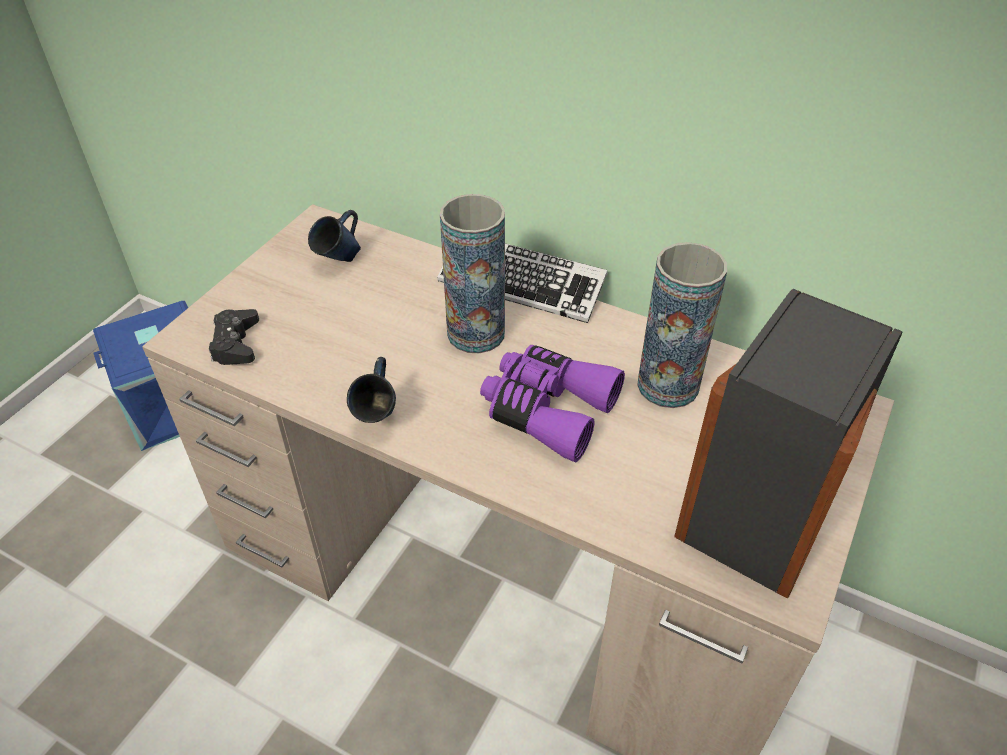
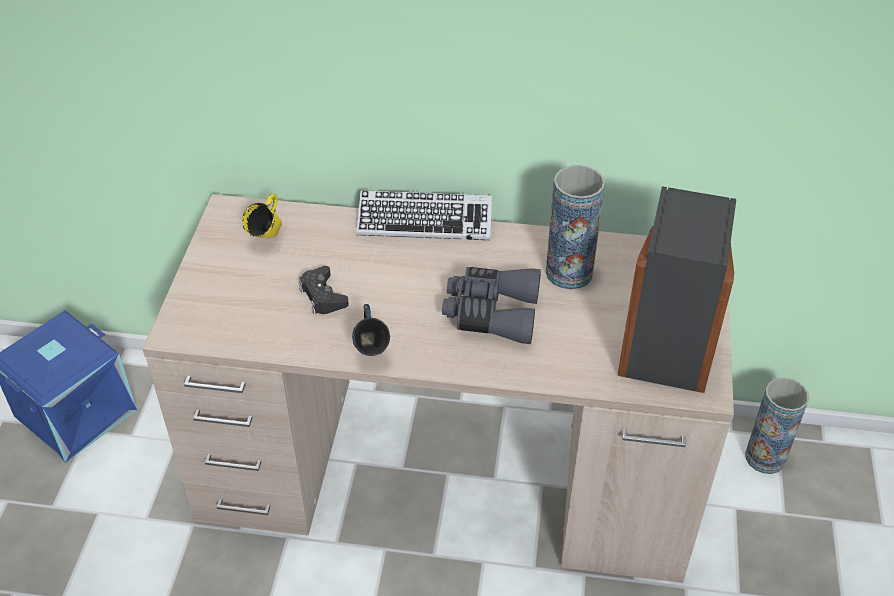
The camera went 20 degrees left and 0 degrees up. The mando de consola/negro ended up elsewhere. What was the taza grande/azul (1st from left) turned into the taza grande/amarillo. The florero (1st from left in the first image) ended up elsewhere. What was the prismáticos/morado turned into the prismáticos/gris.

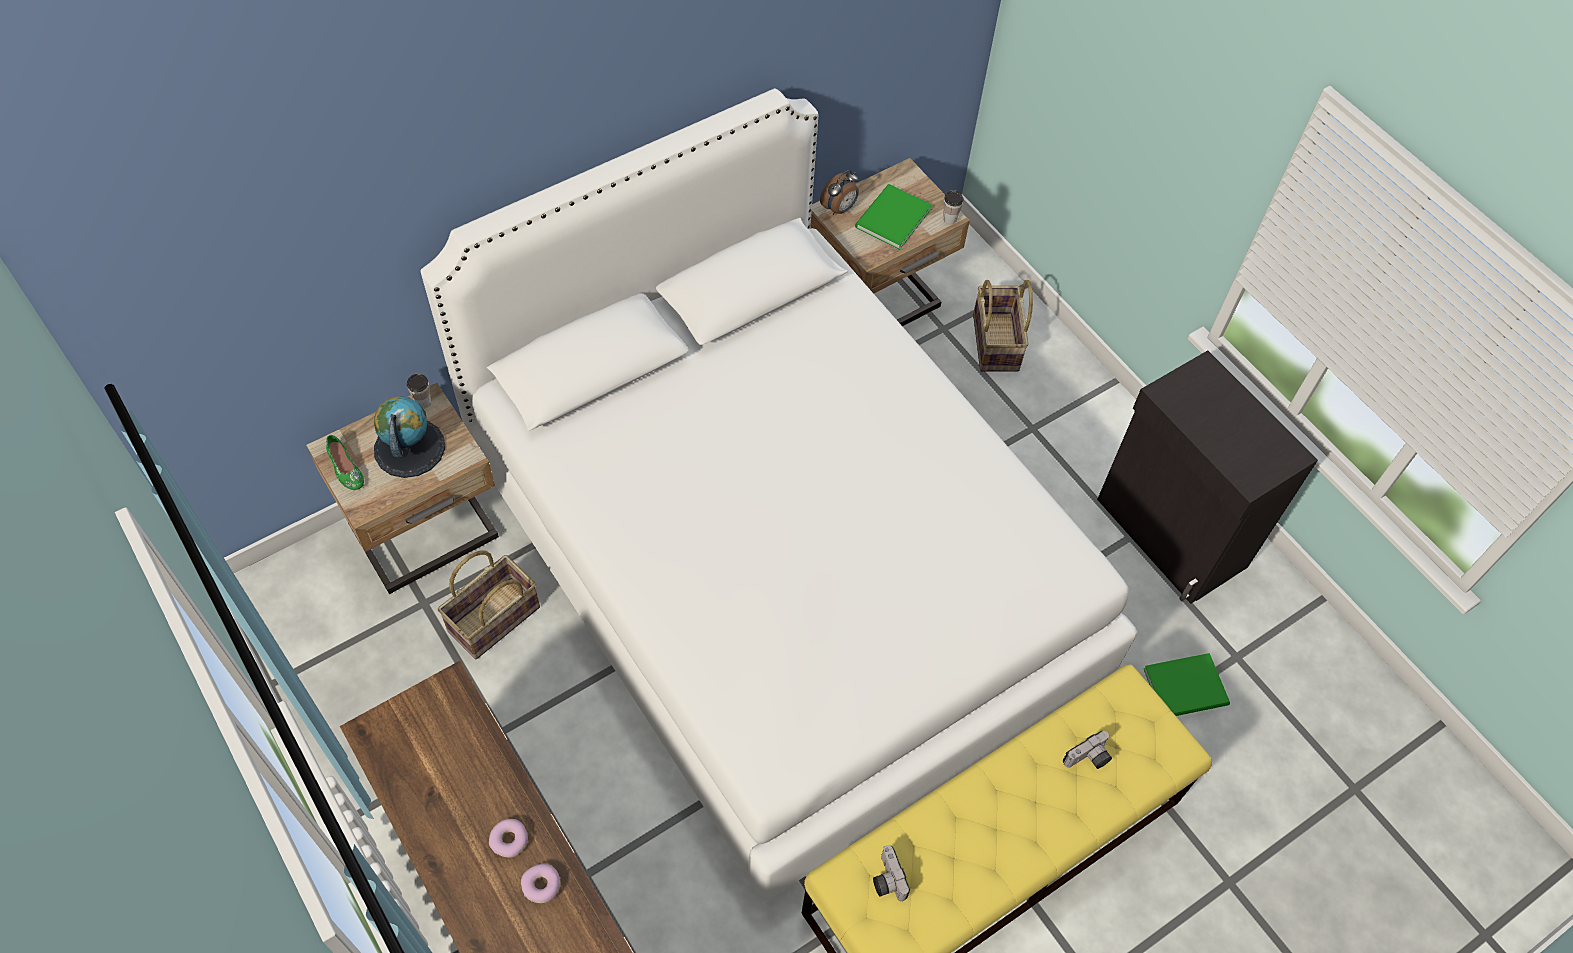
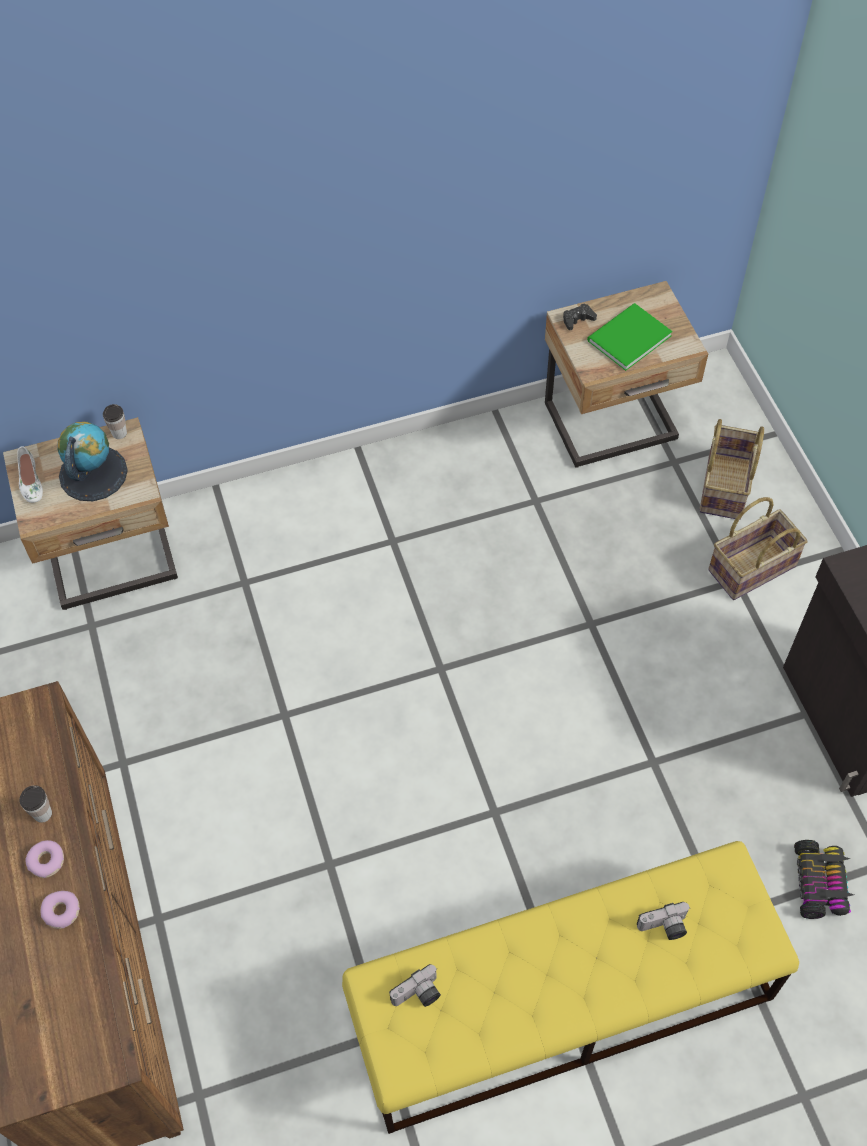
The camera went 20 degrees right and 0 degrees up. What was the zapato/verde turned into the zapato/blanco. The second view lost the cama/blanco. The cesta (1st from left in the first image) ended up elsewhere. Where the despertador stood, the mando de consola/negro came to stand. The cámara (1st from left) ended up facing another way, 120 degrees counterclockwise from before. The taza (2nd from left in the first image) ended up elsewhere. Where the libro/verde (2nd from left) stood, the coche de juguete came to stand.

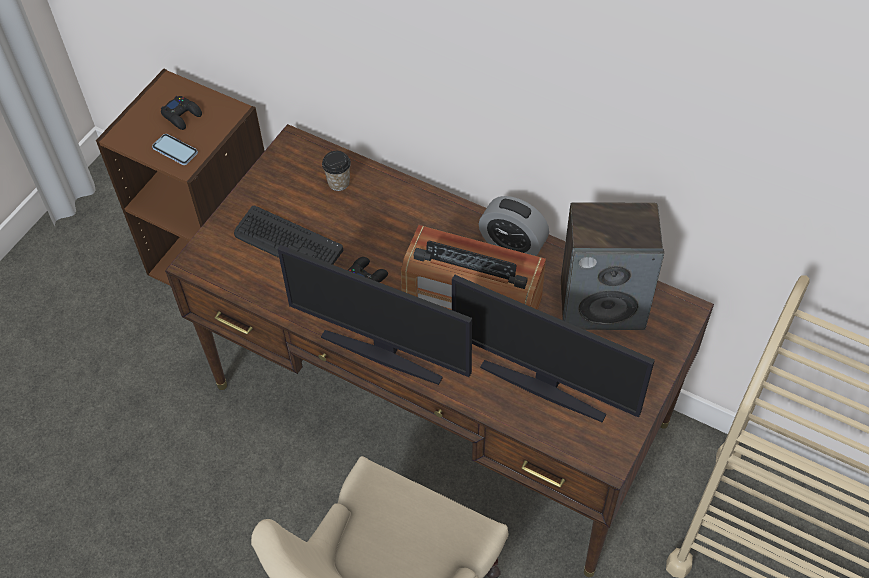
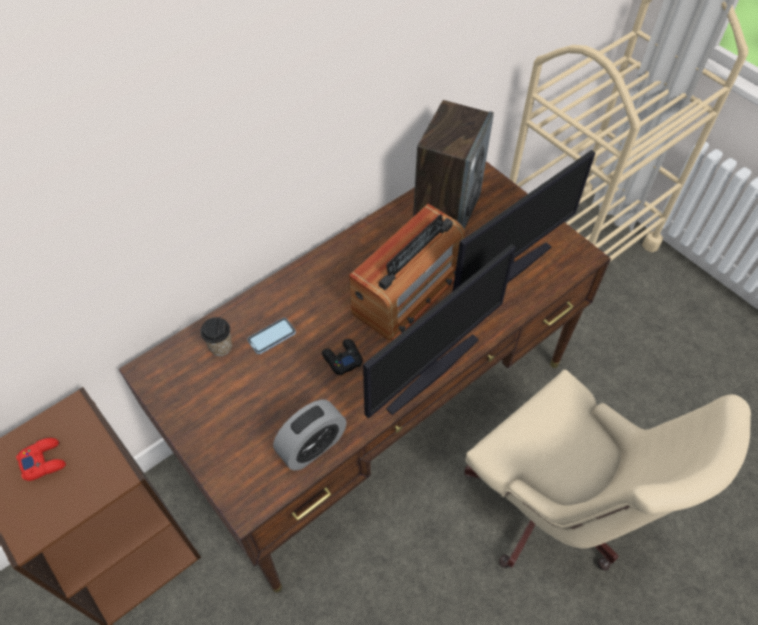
The camera went 70 degrees left and 0 degrees up. The móvil ended up elsewhere. What was the mando de consola/negro (1st from left) turned into the mando de consola/rojo. The second view lost the teclado. The despertador ended up elsewhere.

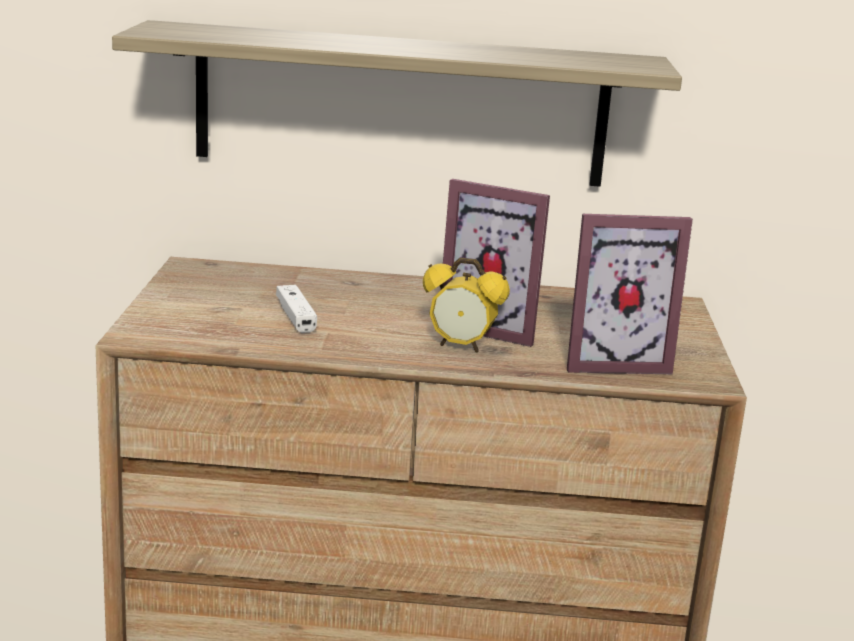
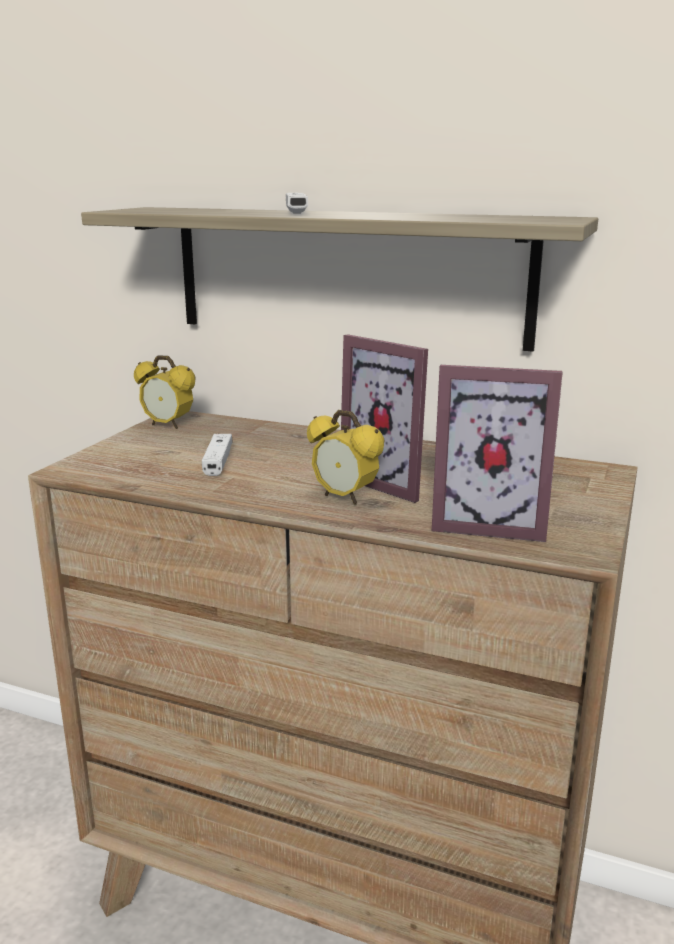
The camera went 20 degrees right and 0 degrees up. The second view gained the despertador (1st from left). The second view gained the mando de consola/blanco (2nd from left).

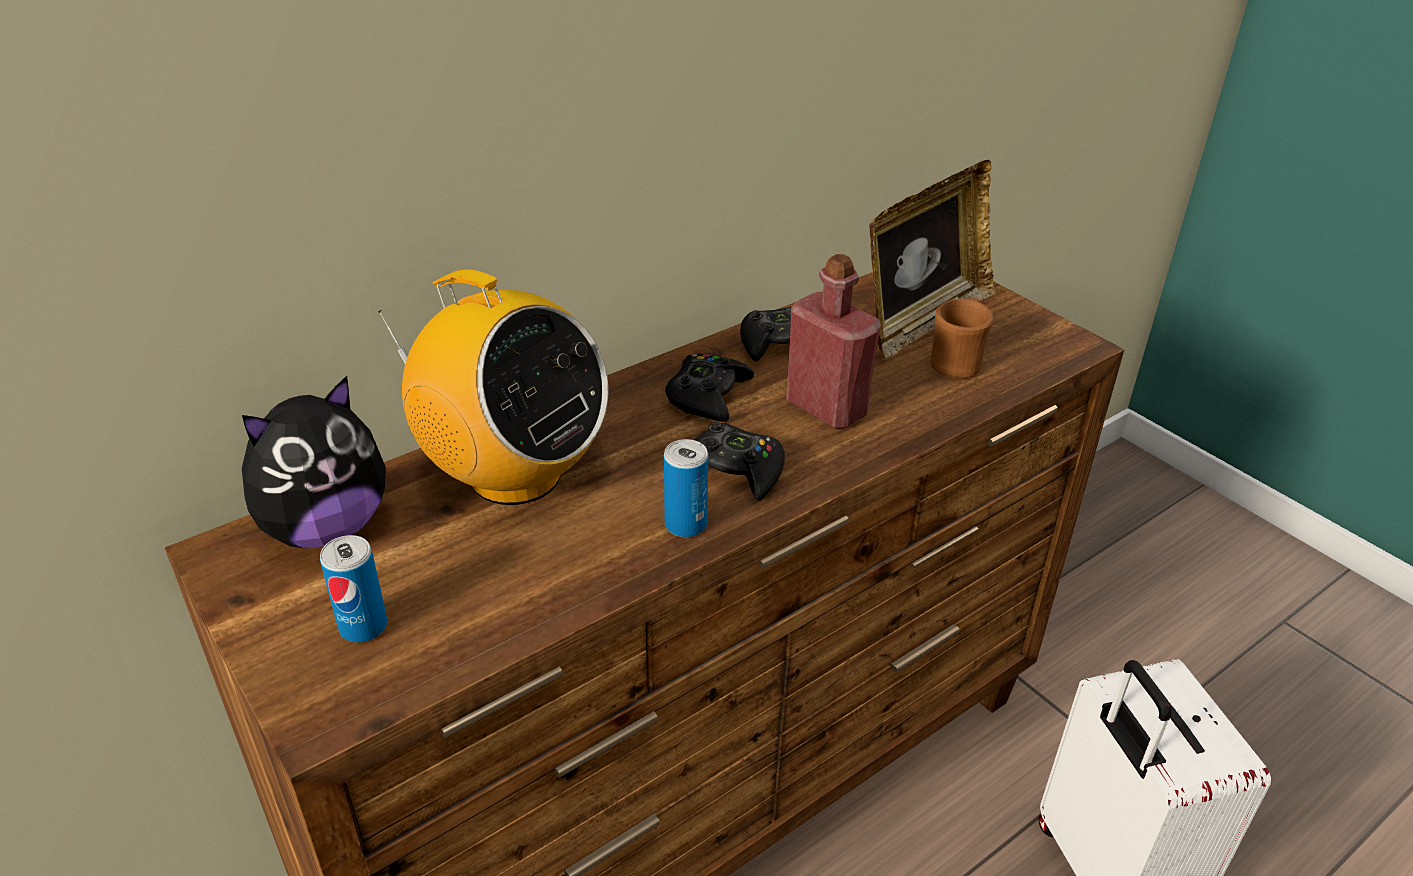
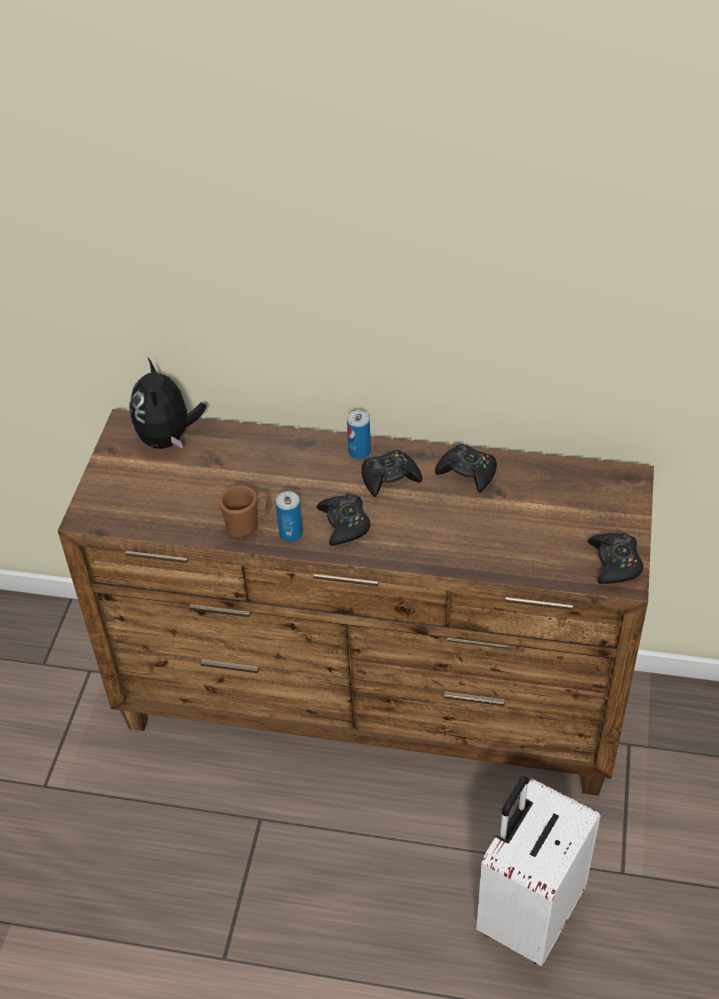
The camera went 50 degrees right and 10 degrees up. The peluche ended up facing another way, 75 degrees clockwise from before. The lata (1st from left in the first image) ended up elsewhere. The second view lost the radio. The second view lost the botella/rojo. The second view lost the portarretratos. The taza grande/marrón ended up elsewhere. The second view gained the mando de consola/negro (4th from left).

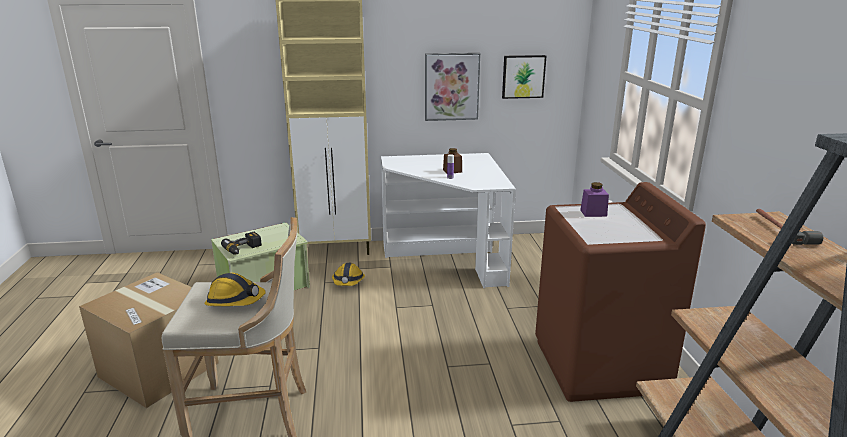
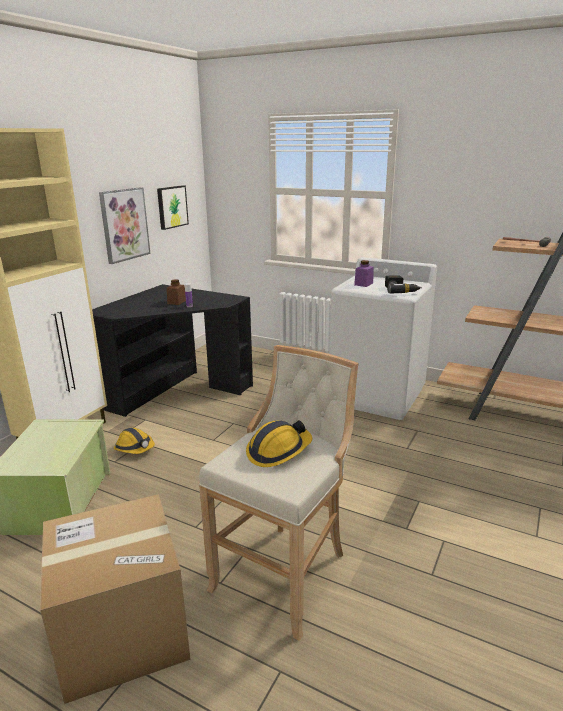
The camera went 55 degrees left and 0 degrees up. The taladro ended up elsewhere. What was the escritorio/blanco turned into the escritorio/negro. What was the lavadora/marrón turned into the lavadora/blanco.

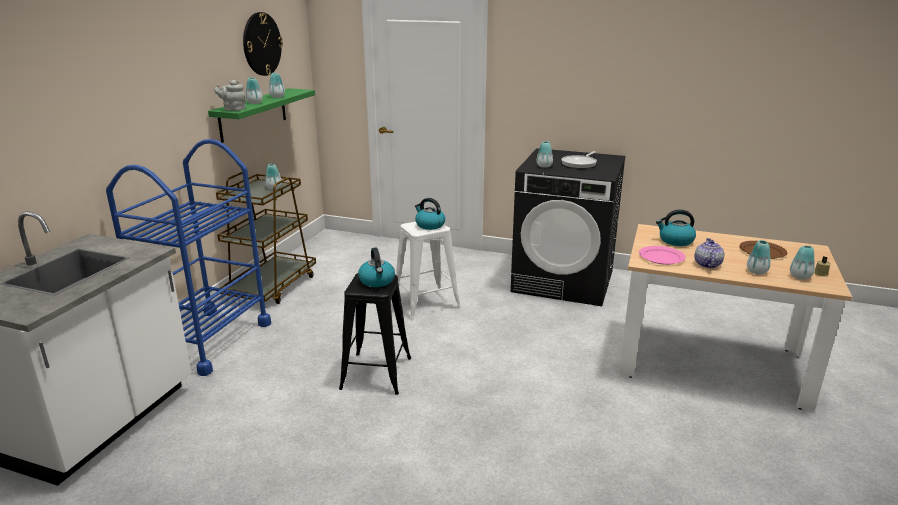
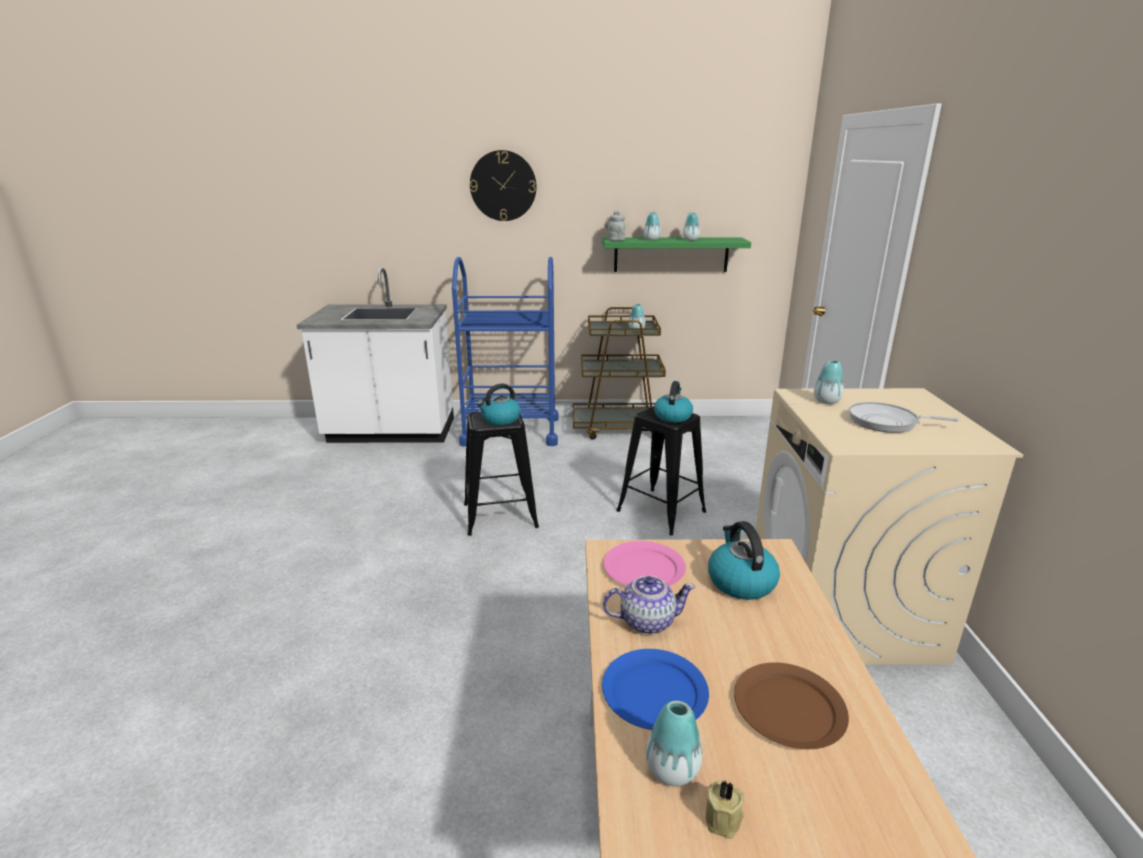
The camera went 70 degrees right and 0 degrees up. The reloj de pared ended up elsewhere. What was the taburete/blanco turned into the taburete/negro (2nd from left). What was the lavadora/negro turned into the lavadora/beis. Where the florero (5th from left) stood, the plato/azul came to stand.

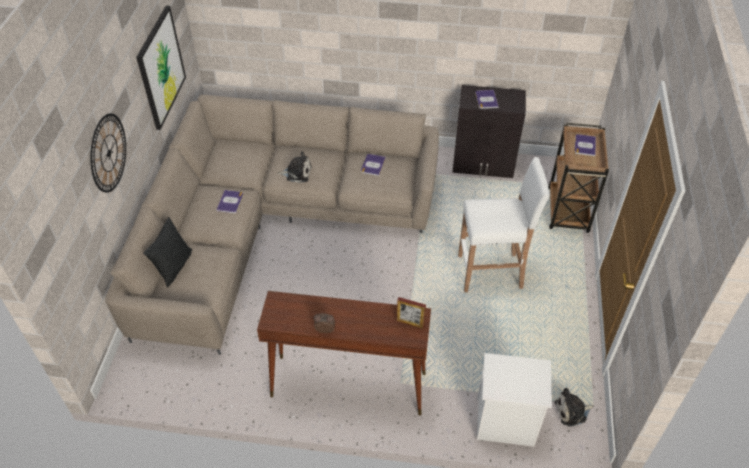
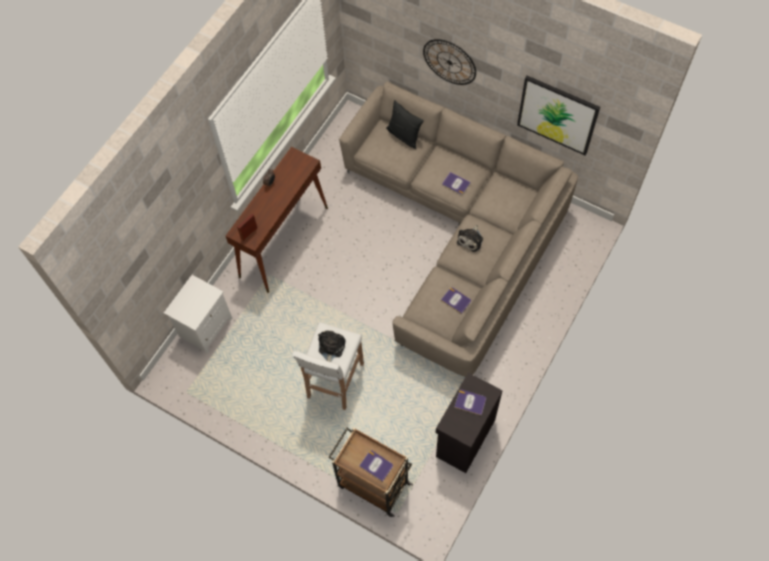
The camera went 115 degrees right and 15 degrees up. The peluche (2nd from left in the first image) ended up elsewhere.

